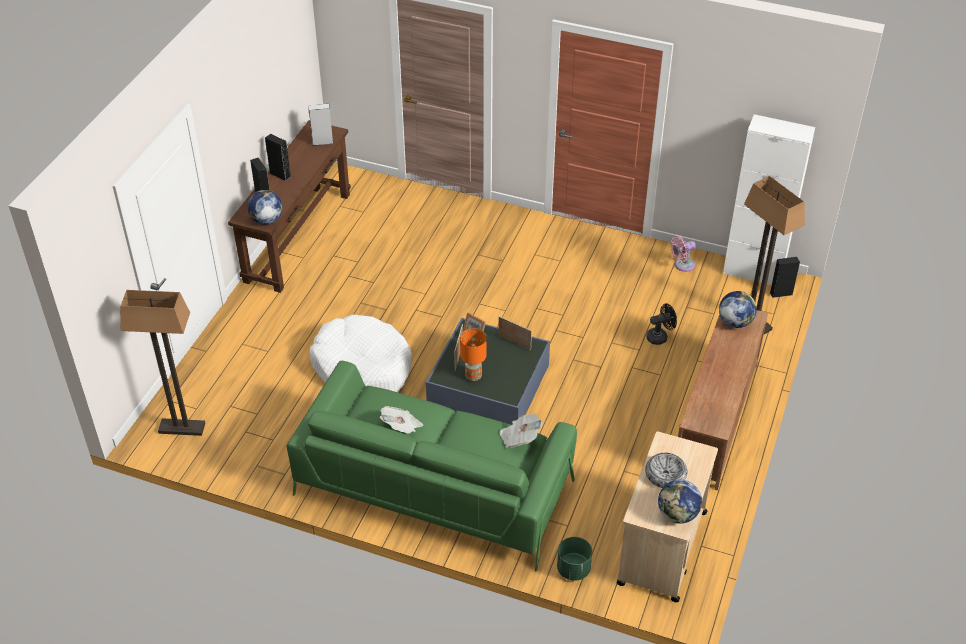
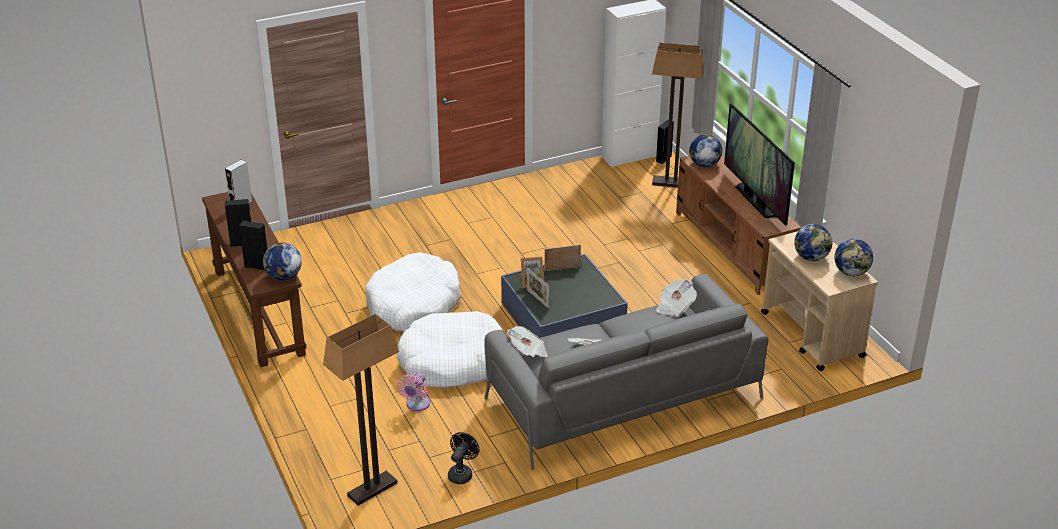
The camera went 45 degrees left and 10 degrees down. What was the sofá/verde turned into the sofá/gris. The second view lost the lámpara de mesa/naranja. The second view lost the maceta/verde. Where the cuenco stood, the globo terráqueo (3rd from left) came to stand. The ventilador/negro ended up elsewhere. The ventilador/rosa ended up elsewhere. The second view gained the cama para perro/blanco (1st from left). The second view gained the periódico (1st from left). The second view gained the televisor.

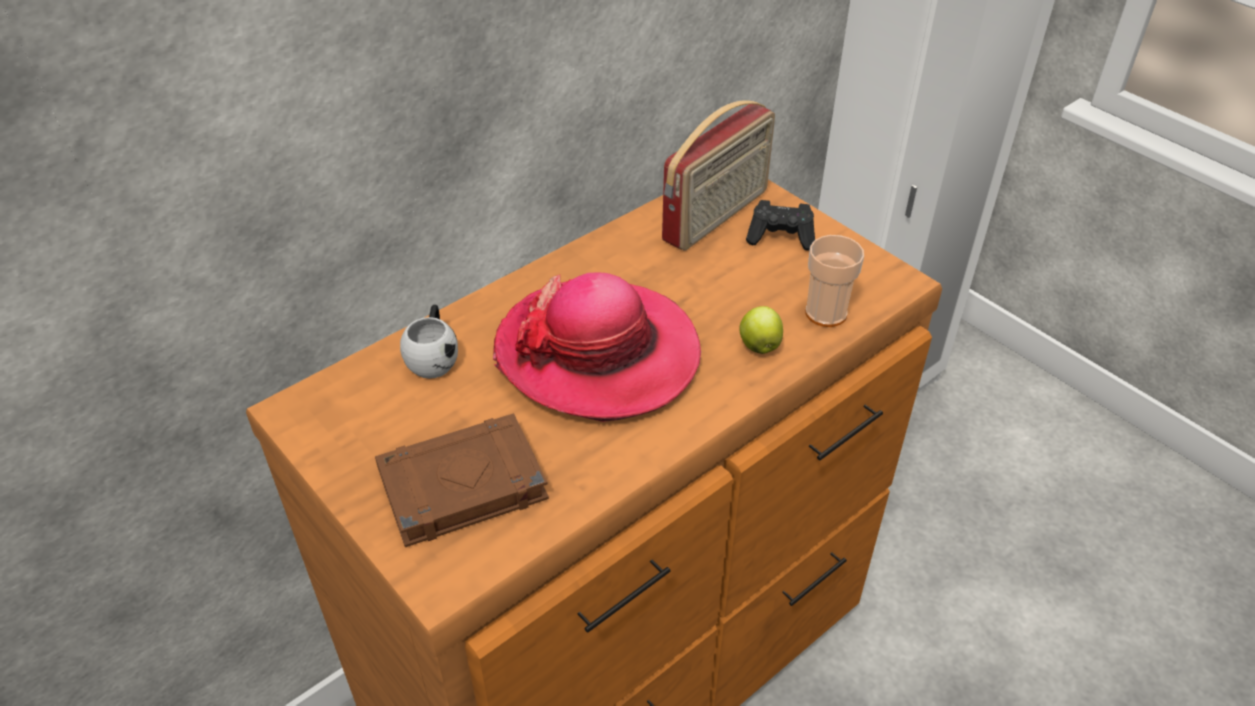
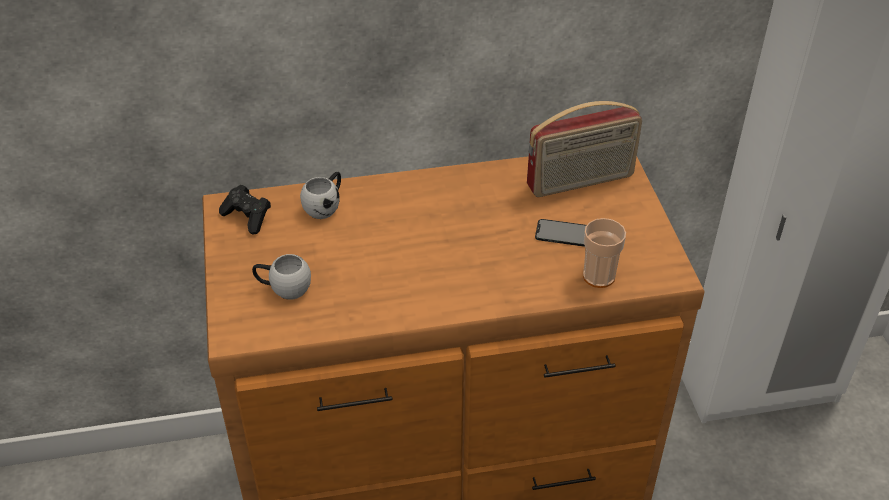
The camera went 30 degrees right and 0 degrees up. Where the libro/marrón stood, the taza grande/blanco (1st from left) came to stand. The second view lost the sombrero. The second view lost the manzana. The mando de consola/negro ended up elsewhere. The second view gained the móvil.

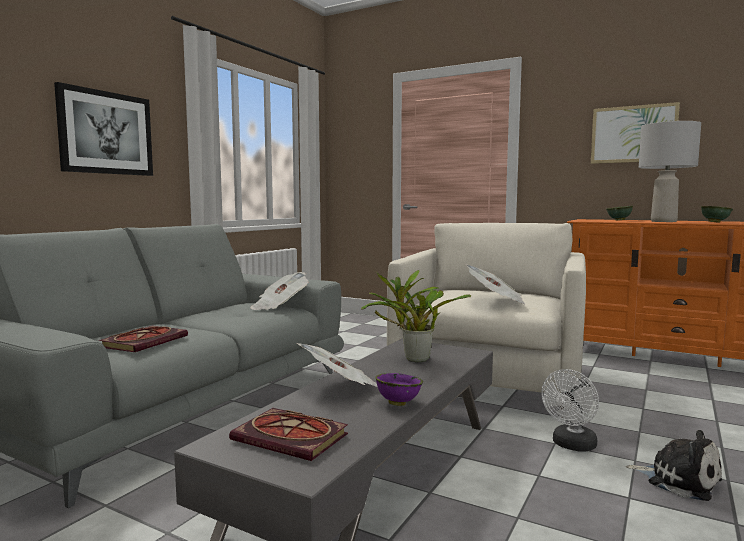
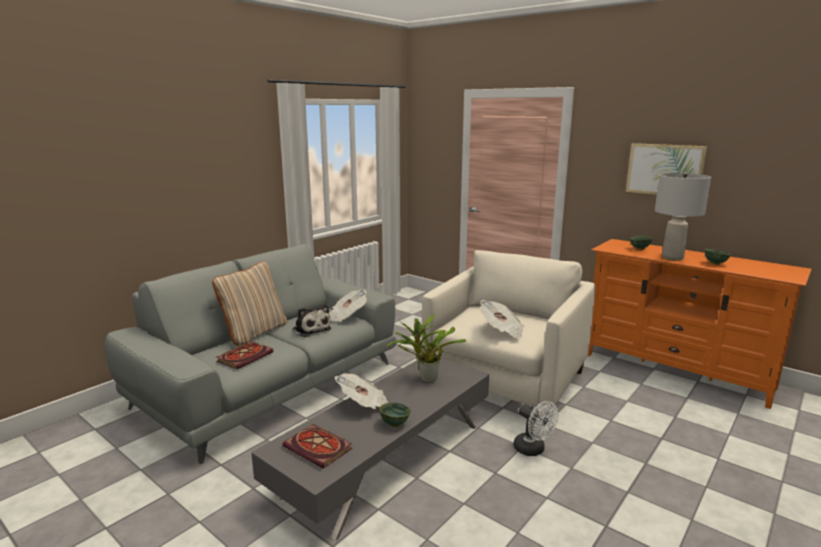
The camera went 10 degrees right and 10 degrees up. The second view lost the cuadro (1st from left). What was the cuenco/morado turned into the cuenco/verde (1st from left). The ventilador/blanco ended up facing another way, 90 degrees counterclockwise from before. The peluche ended up elsewhere. The second view gained the cojín/beis.

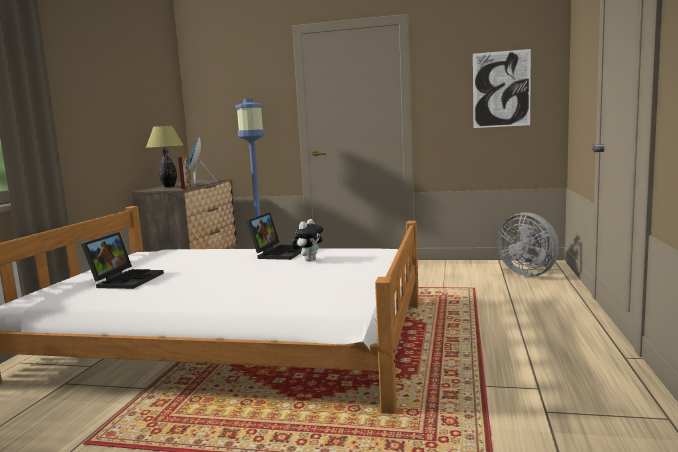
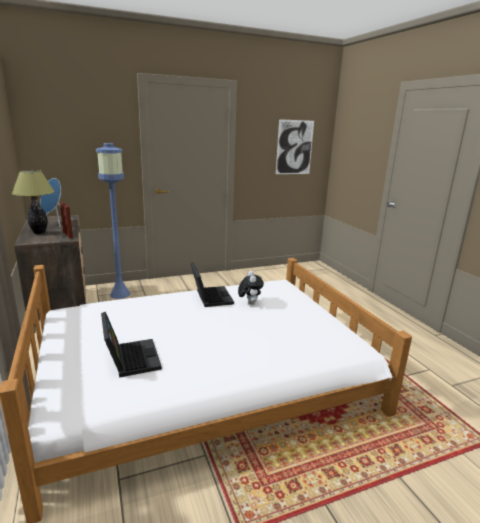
The camera went 35 degrees left and 10 degrees up. The second view lost the ventilador/gris.

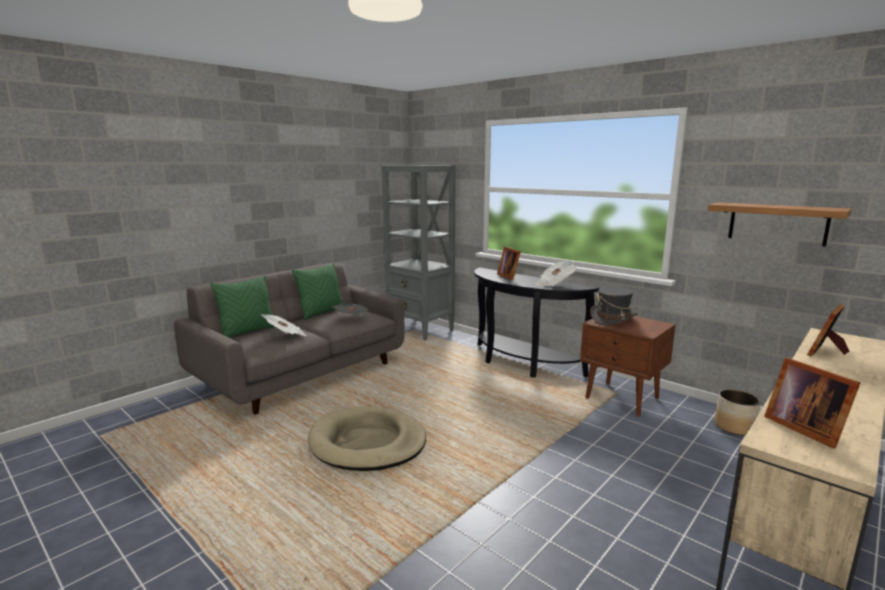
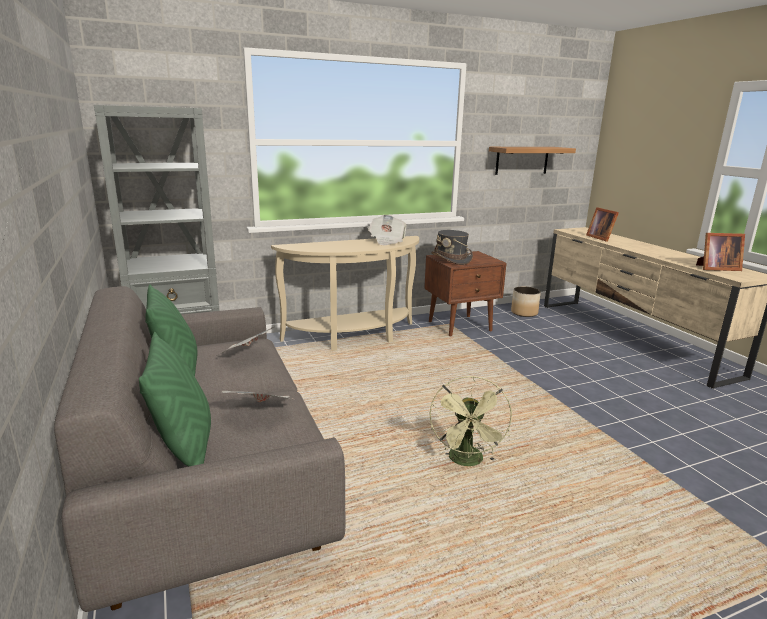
The camera went 65 degrees left and 5 degrees up. Where the cama para perro/beis stood, the ventilador/verde came to stand. What was the mesa consola/negro turned into the mesa consola/beis. The second view lost the portarretratos (1st from left).

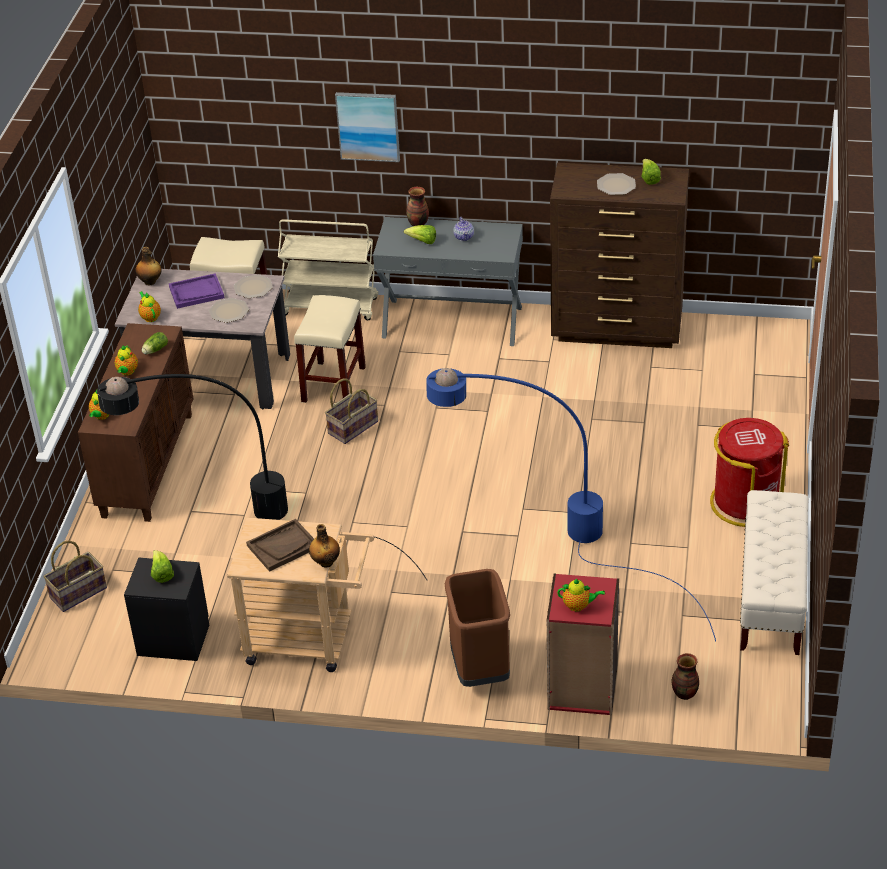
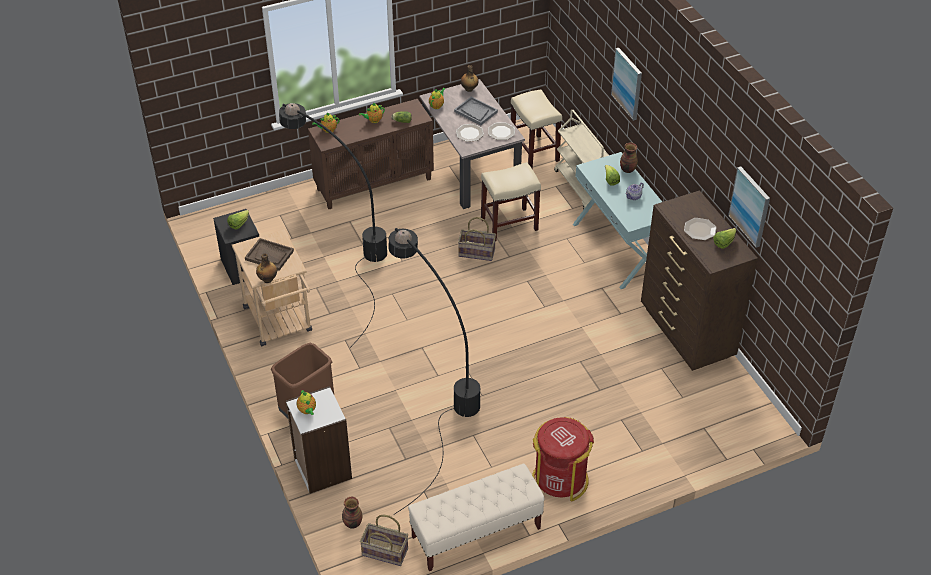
The camera went 55 degrees right and 5 degrees up. The cesta (1st from left) ended up elsewhere. What was the bandeja/morado turned into the bandeja/gris. What was the mesa consola/gris turned into the mesa consola/turquesa. What was the lámpara de pie/azul turned into the lámpara de pie/negro (2nd from left). What was the estantería/rojo turned into the estantería/blanco. The second view gained the cuadro (2nd from left).

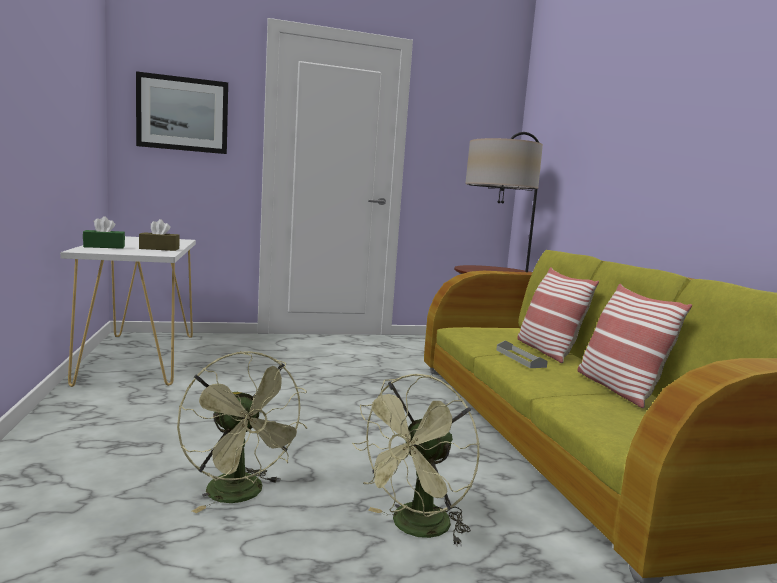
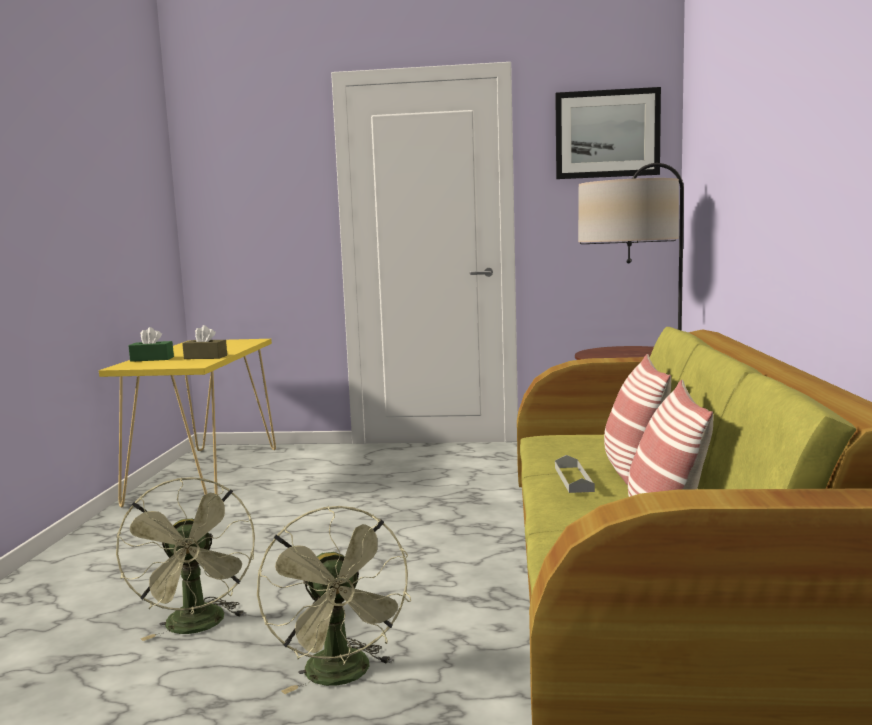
The camera went 20 degrees right and 0 degrees up. What was the mesa consola/blanco turned into the mesa consola/amarillo. The cuadro ended up elsewhere. The ventilador/verde (2nd from left) ended up facing another way, 75 degrees counterclockwise from before.

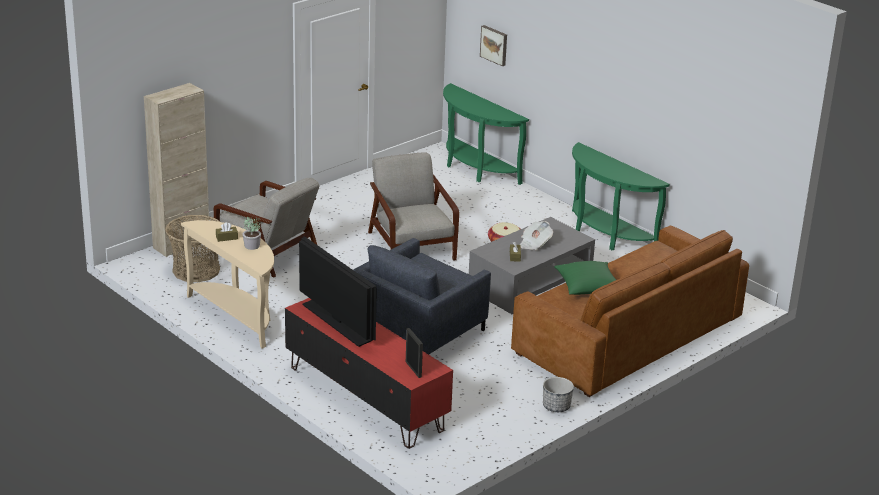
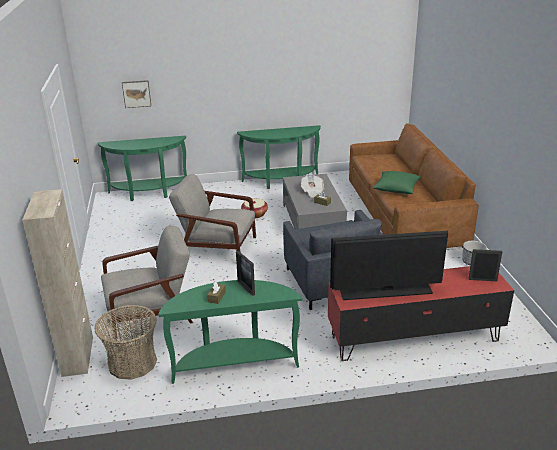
The camera went 55 degrees left and 0 degrees up. What was the mesa consola/beis turned into the mesa consola/verde (2nd from left). Where the planta en maceta stood, the portarretratos (1st from left) came to stand.

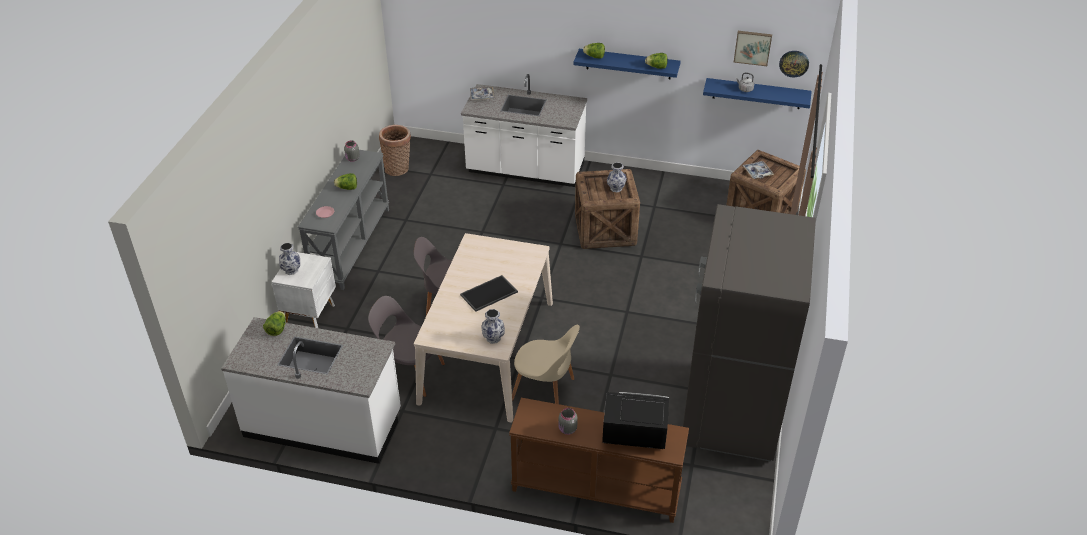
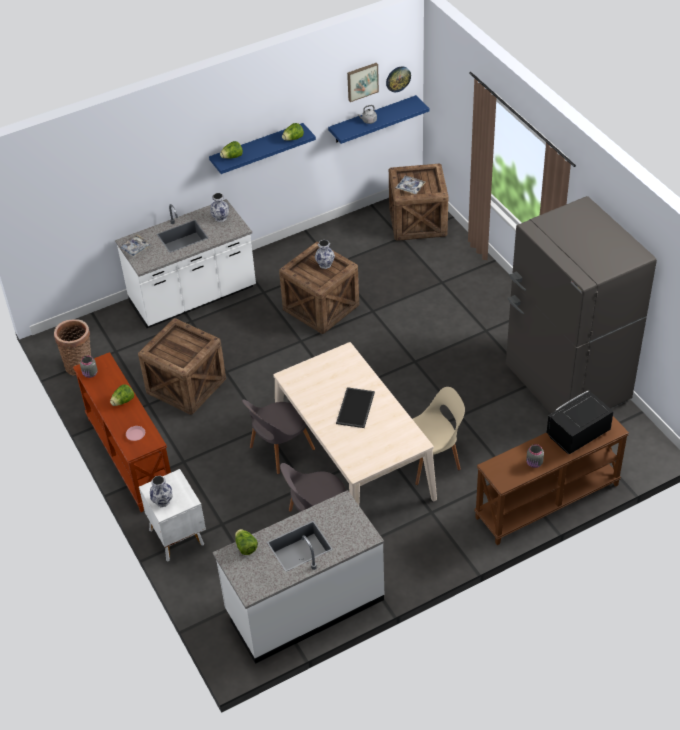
The camera went 40 degrees left and 5 degrees up. What was the mesa consola/gris turned into the mesa consola/marrón (1st from left). The florero (2nd from left) ended up elsewhere. The second view gained the caja de embalaje (1st from left).

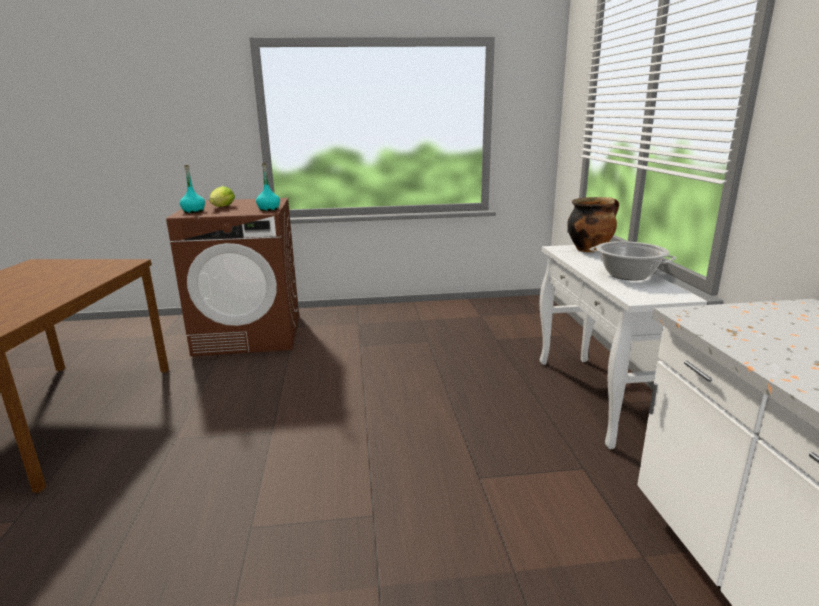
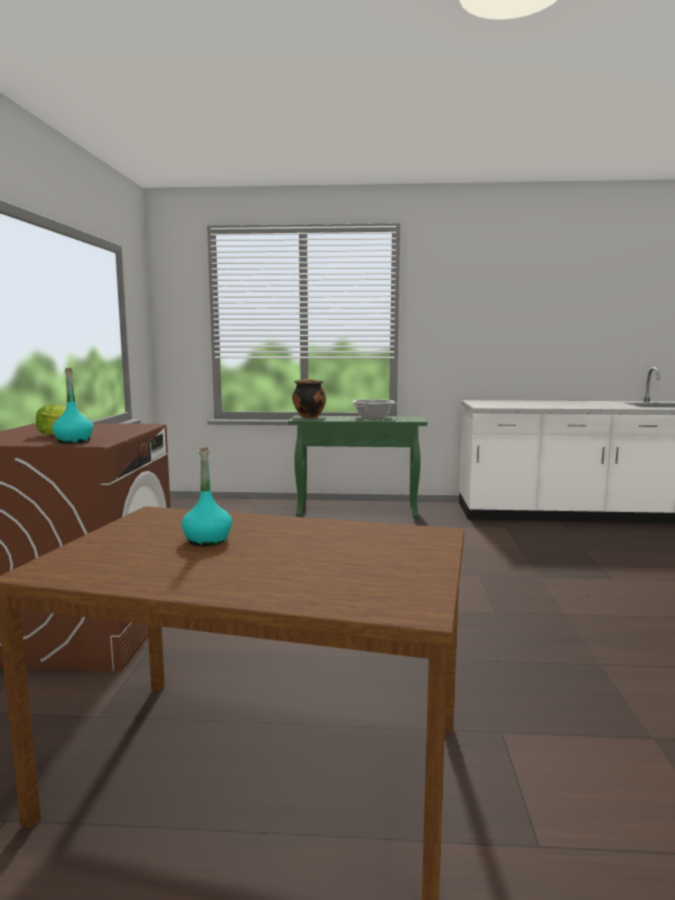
The camera went 80 degrees left and 10 degrees down. The botella/turquesa (2nd from left) ended up elsewhere. What was the mesa consola/blanco turned into the mesa consola/verde.

